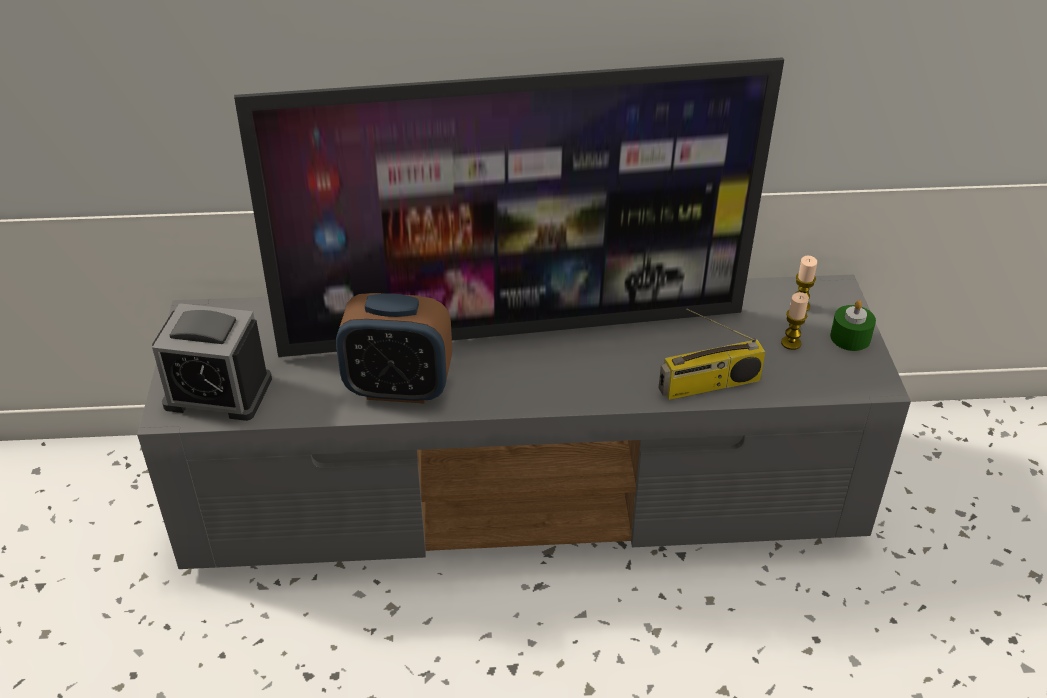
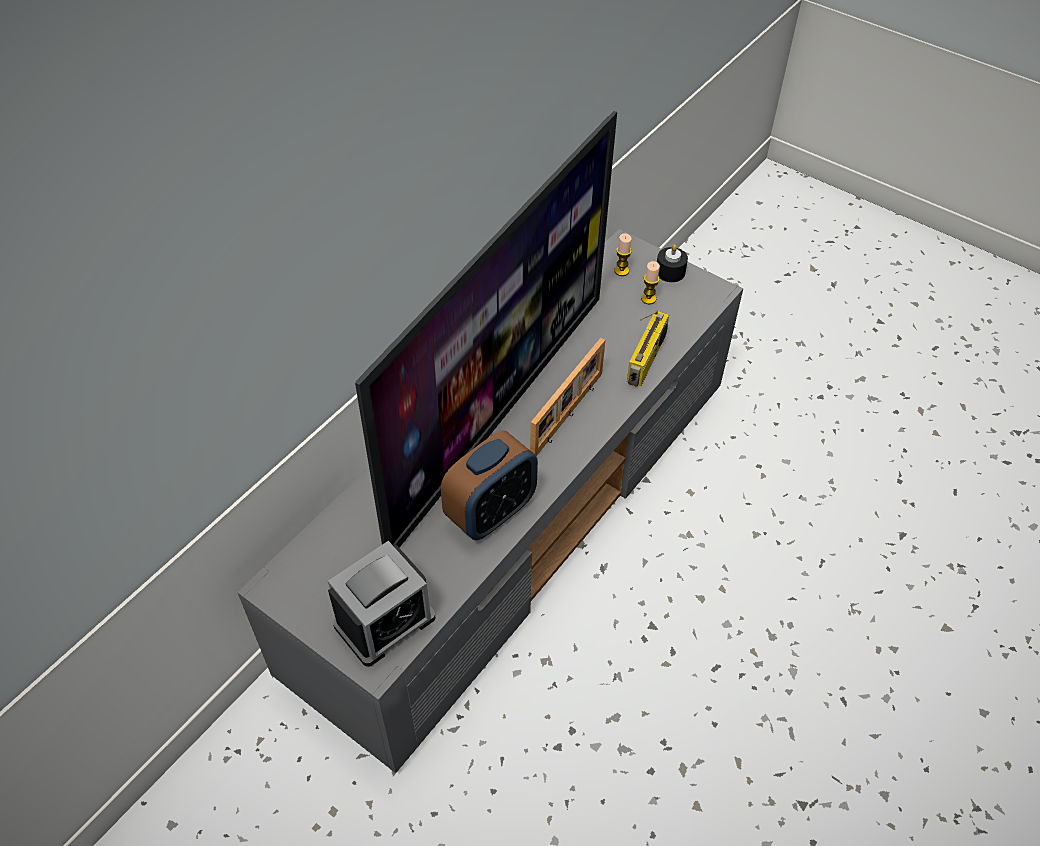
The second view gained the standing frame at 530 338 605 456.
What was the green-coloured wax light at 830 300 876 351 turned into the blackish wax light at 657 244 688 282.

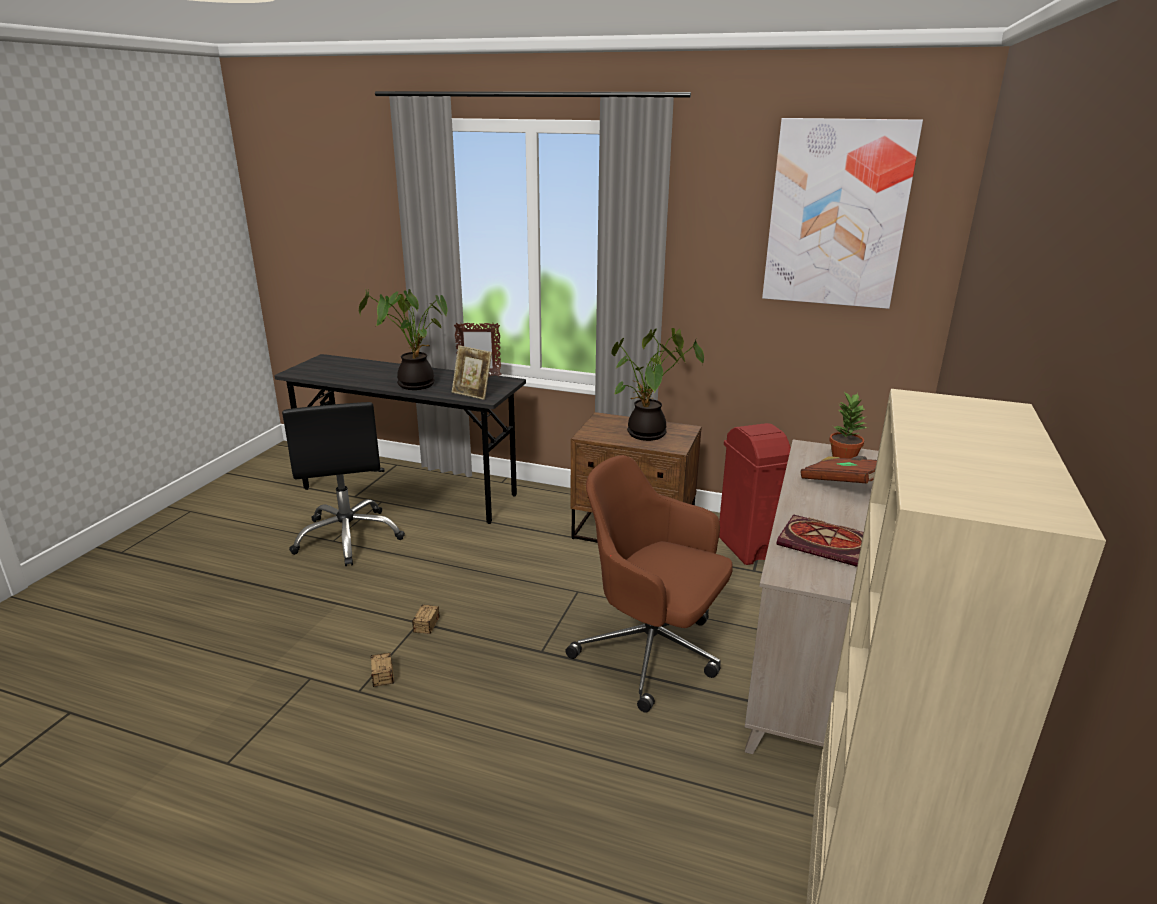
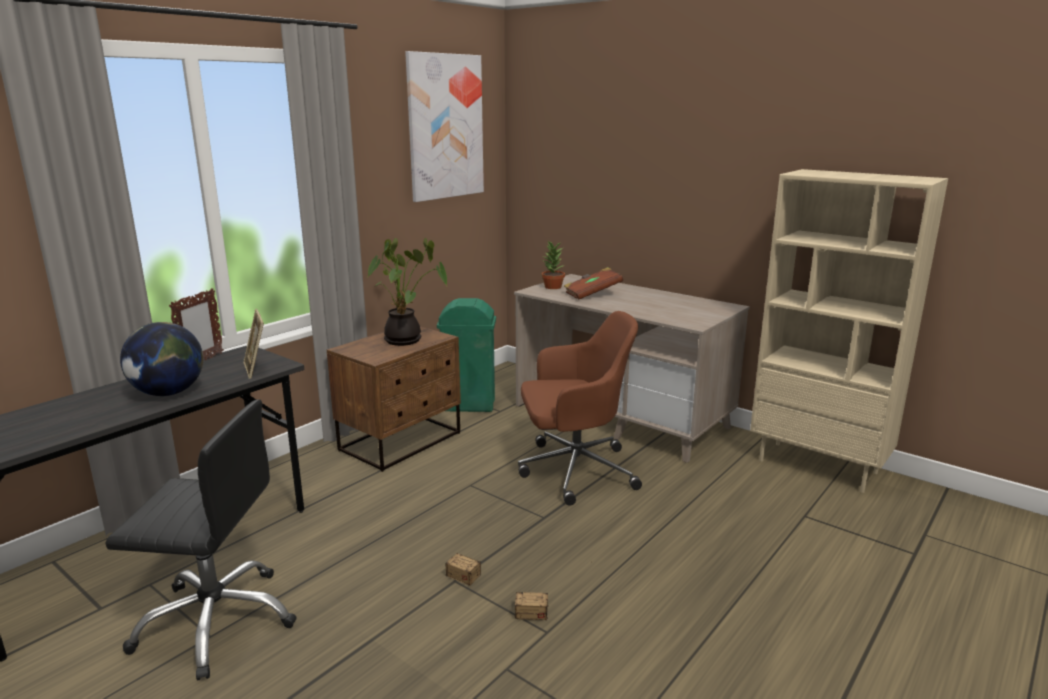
The second view lost the bound book at 776 514 864 567.
Where the houseplant stood at 359 289 448 390, the globe came to stand at 120 322 203 396.
What was the red-coloured waste bin at 719 423 791 565 turned into the green-coloured waste bin at 437 298 496 412.
The standing frame at 452 345 492 400 ended up facing another way, 105 degrees clockwise from before.
The brown computer chair at 566 455 733 713 ended up facing another way, 150 degrees counterclockwise from before.

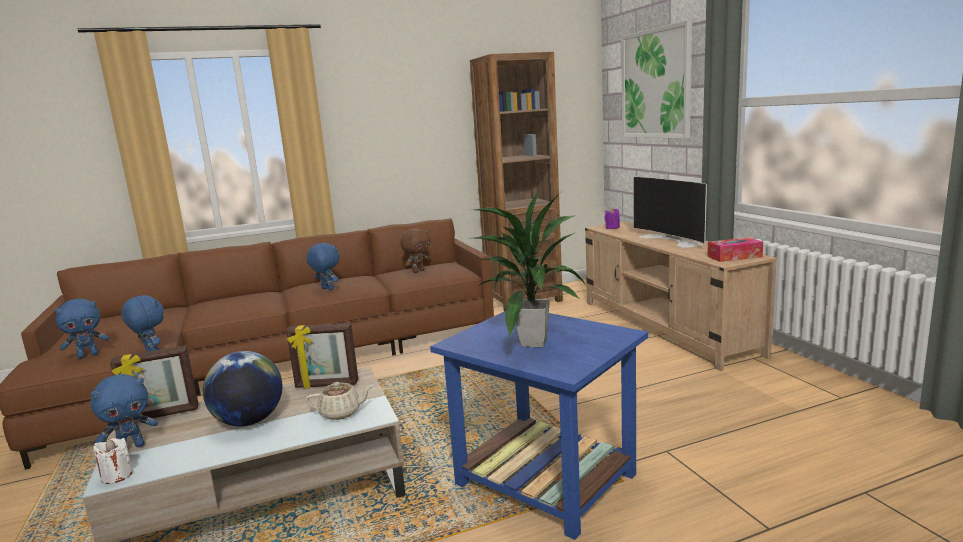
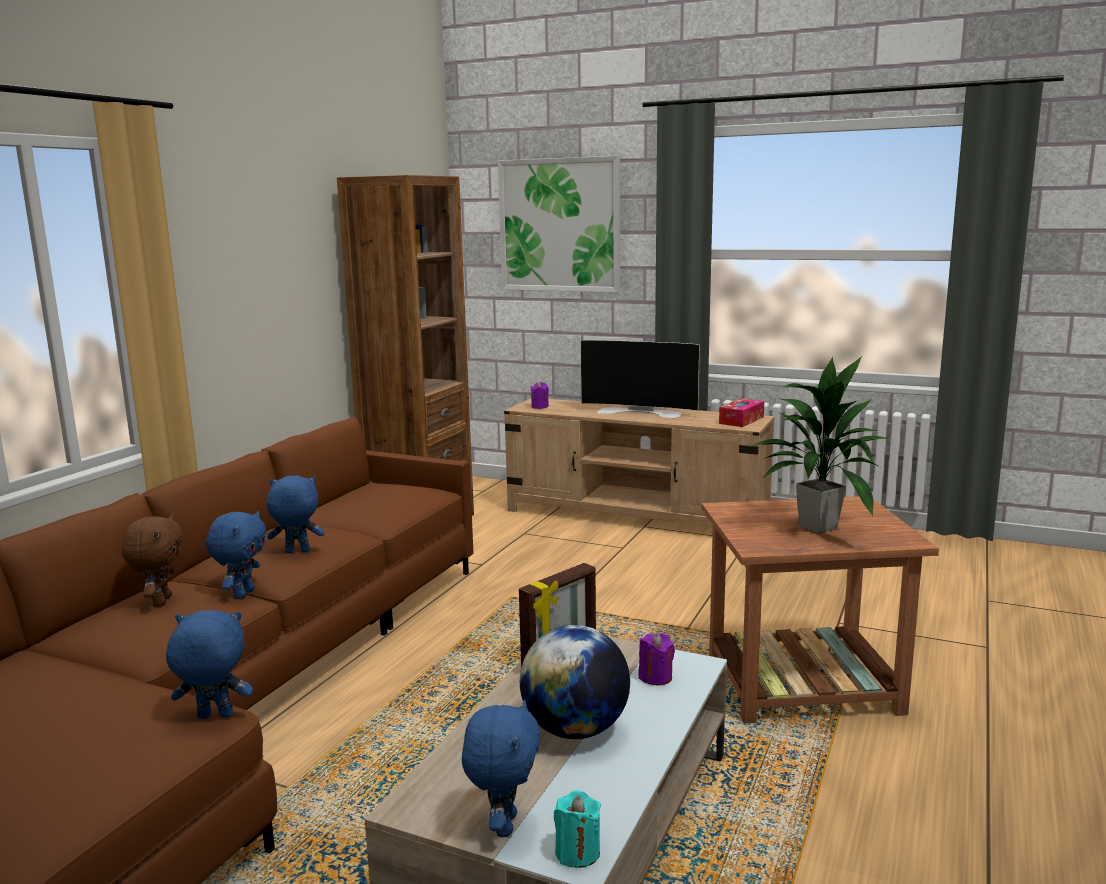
The second view lost the standing frame at 110 345 199 418.
The bluish plush toy ended up elsewhere, having gone from 54 298 109 359 to 206 511 267 599.
The brown plush toy ended up elsewhere, having gone from 400 229 430 273 to 122 514 183 607.
Where the beige teapot stood at 306 382 374 420, the purple-coloured wax light came to stand at 638 633 675 685.
What was the white wax light at 94 438 133 484 turned into the turquoise wax light at 554 790 601 868.
What was the bluish end table at 430 311 648 540 turned into the brown end table at 702 496 939 724.

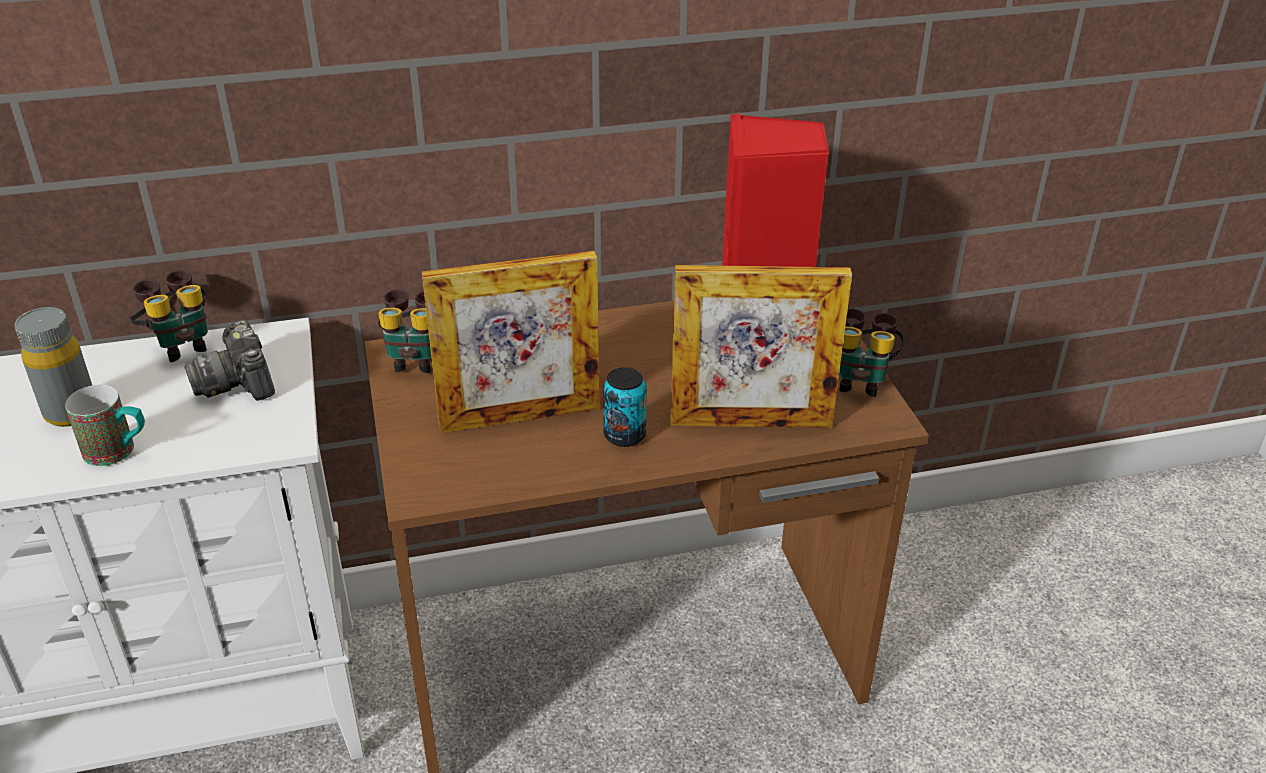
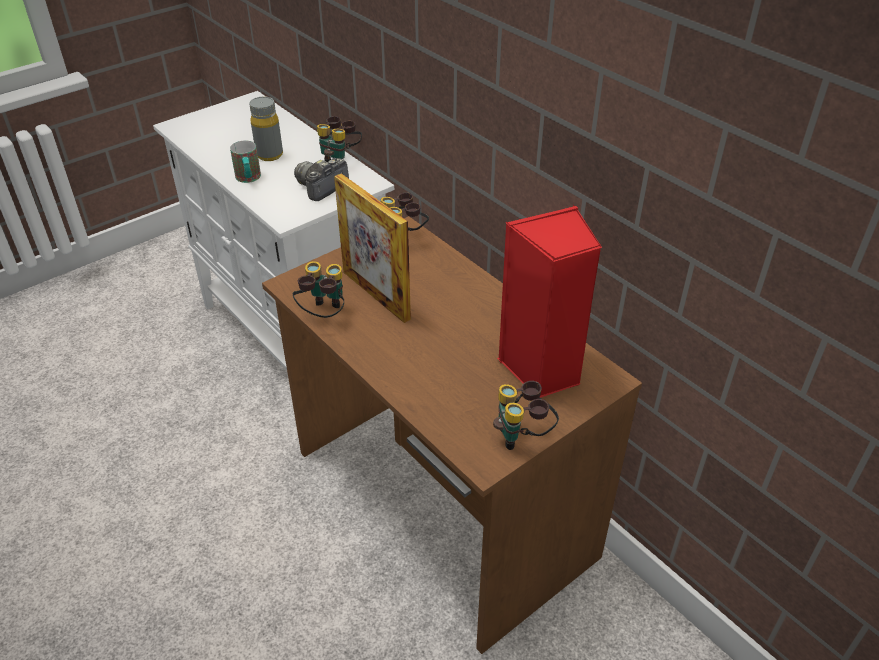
The second view lost the can at 603 367 647 447.
The second view lost the standing frame at 670 265 852 428.
The second view gained the pair of binoculars at 293 261 344 318.

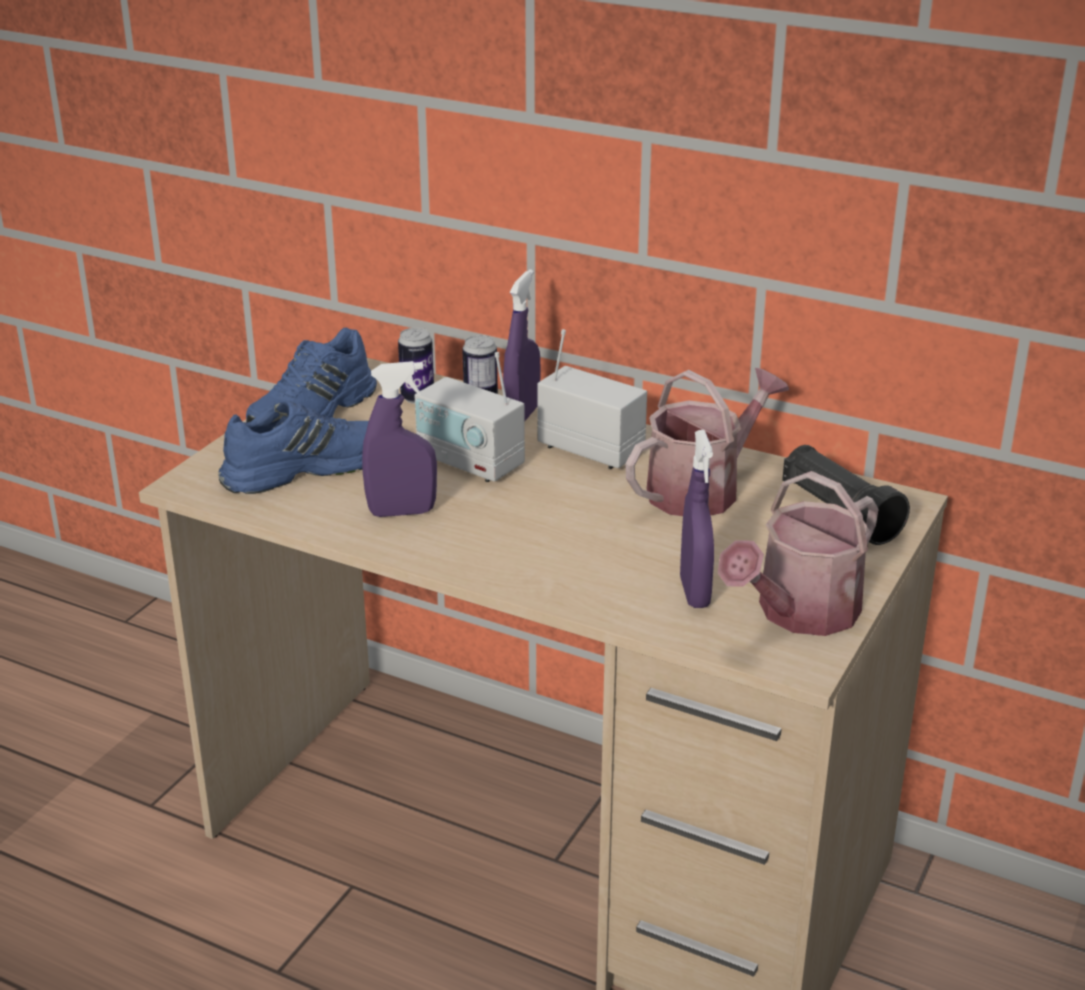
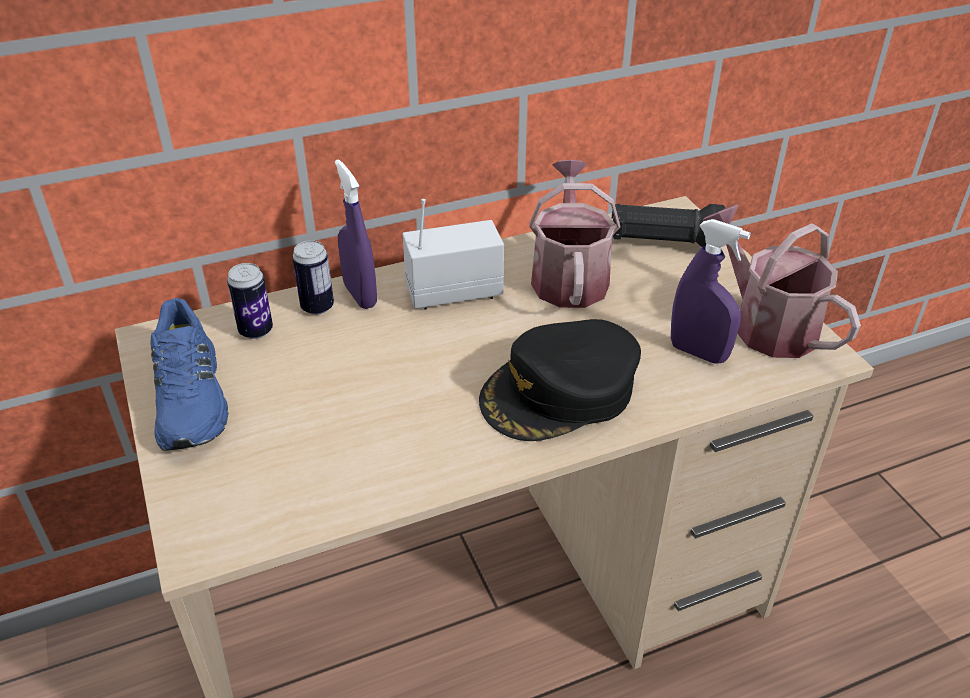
The second view lost the bluish item of footwear at 218 400 369 494.
The second view lost the purple-coloured sprayer at 362 361 437 517.
The second view lost the radio receiver at 415 352 525 482.
The second view gained the blackish cap at 479 319 641 441.
The watering pot at 718 471 879 636 ended up facing another way, 150 degrees clockwise from before.

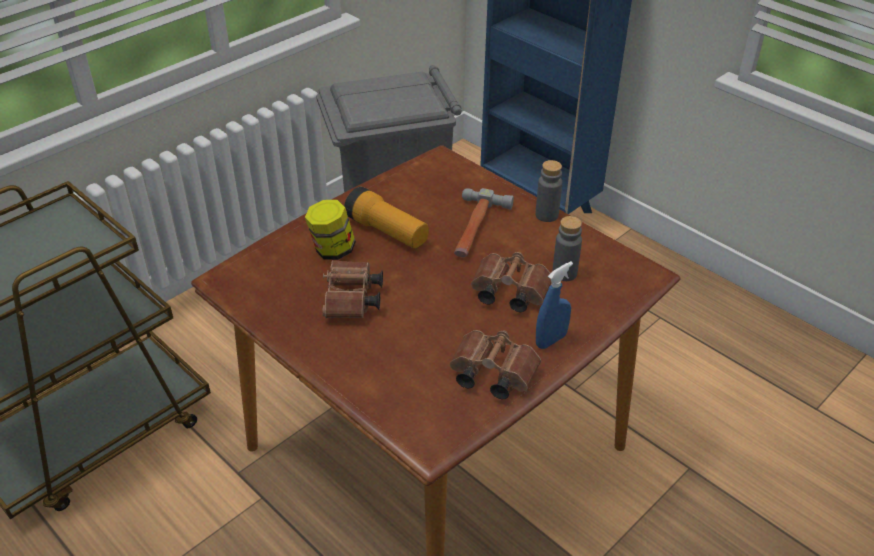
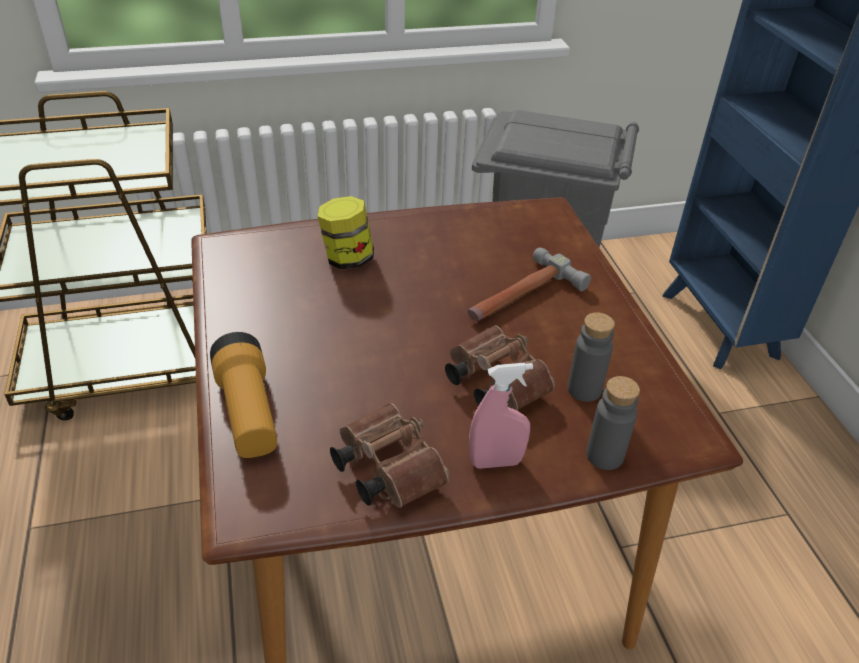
The second view lost the brown pair of binoculars at 322 260 383 318.
The hand torch ended up elsewhere, having gone from 344 187 429 249 to 210 332 277 458.
The gray beverage bottle ended up elsewhere, having gone from 535 160 562 222 to 586 376 640 470.
What was the bluish sprayer at 536 261 573 349 turned into the pink sprayer at 469 363 533 469.

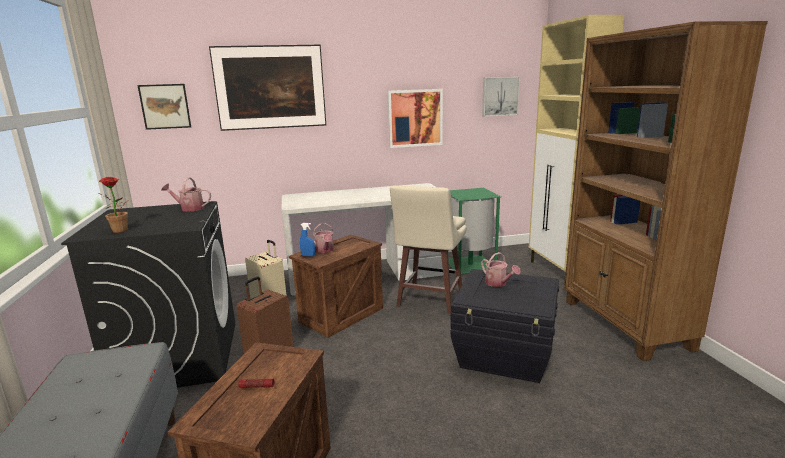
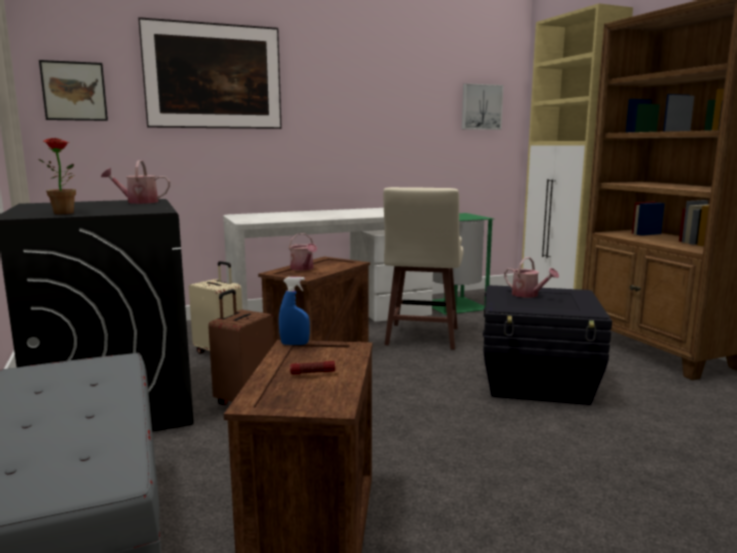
The second view lost the wall art at 388 89 443 148.
The bluish sprayer ended up elsewhere, having gone from 300 223 315 256 to 279 277 310 345.

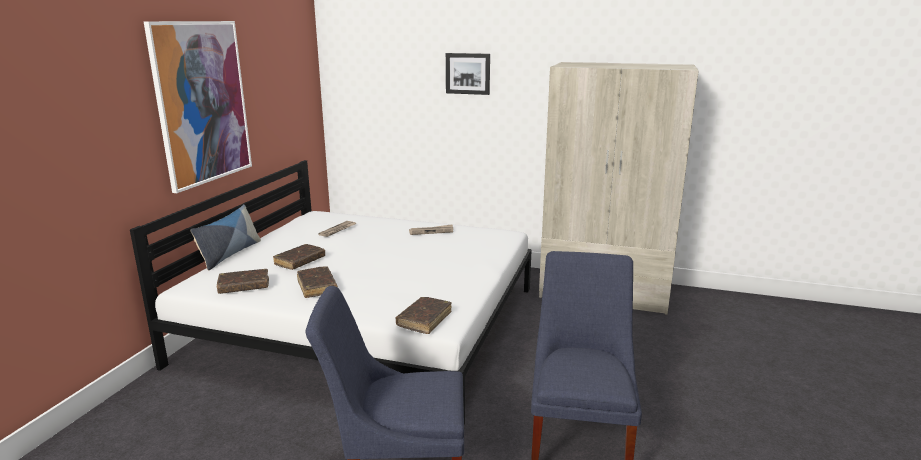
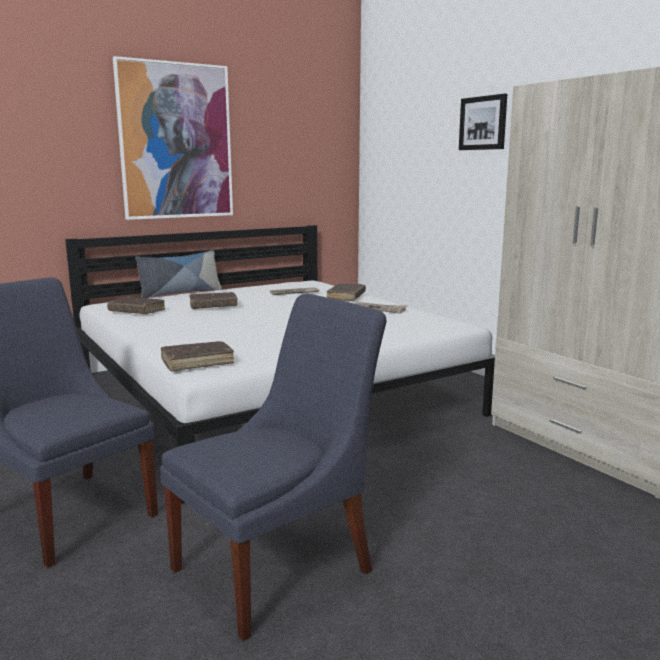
The brown bound book ended up elsewhere, having gone from 297 266 338 298 to 327 283 366 301.

